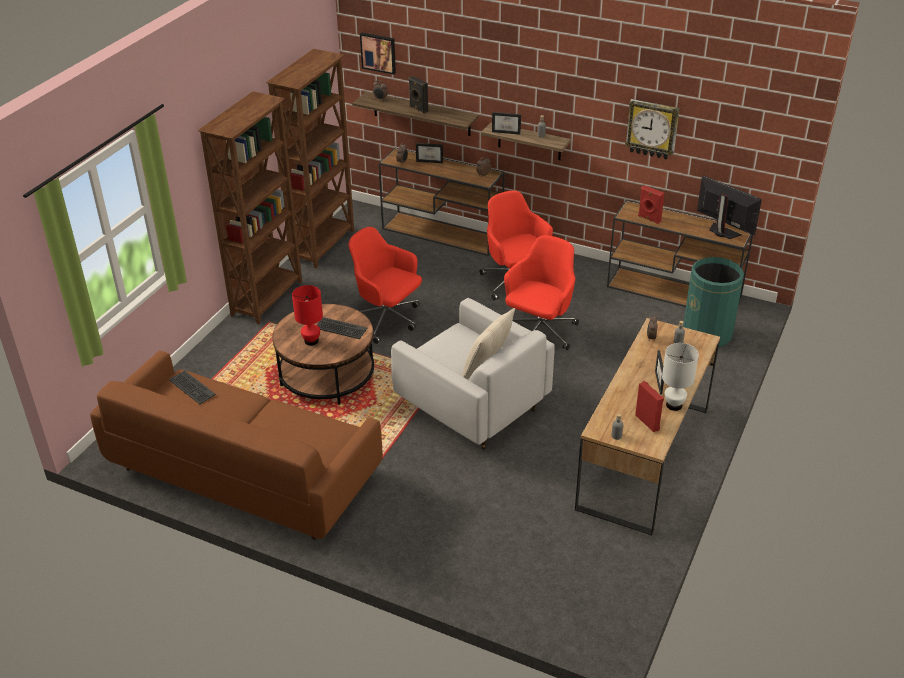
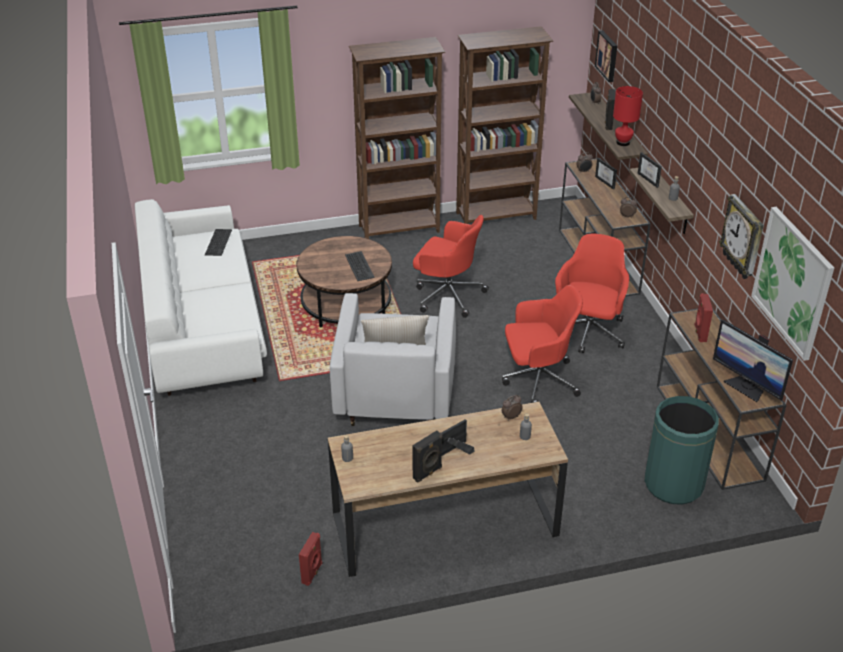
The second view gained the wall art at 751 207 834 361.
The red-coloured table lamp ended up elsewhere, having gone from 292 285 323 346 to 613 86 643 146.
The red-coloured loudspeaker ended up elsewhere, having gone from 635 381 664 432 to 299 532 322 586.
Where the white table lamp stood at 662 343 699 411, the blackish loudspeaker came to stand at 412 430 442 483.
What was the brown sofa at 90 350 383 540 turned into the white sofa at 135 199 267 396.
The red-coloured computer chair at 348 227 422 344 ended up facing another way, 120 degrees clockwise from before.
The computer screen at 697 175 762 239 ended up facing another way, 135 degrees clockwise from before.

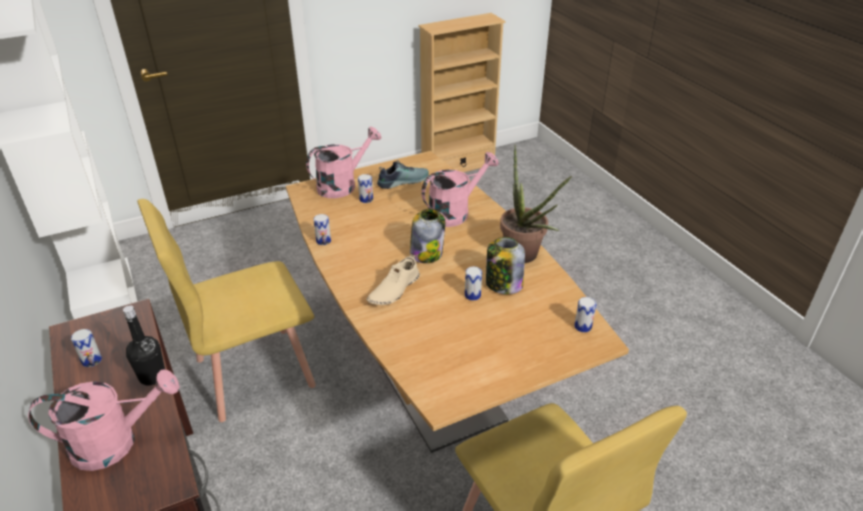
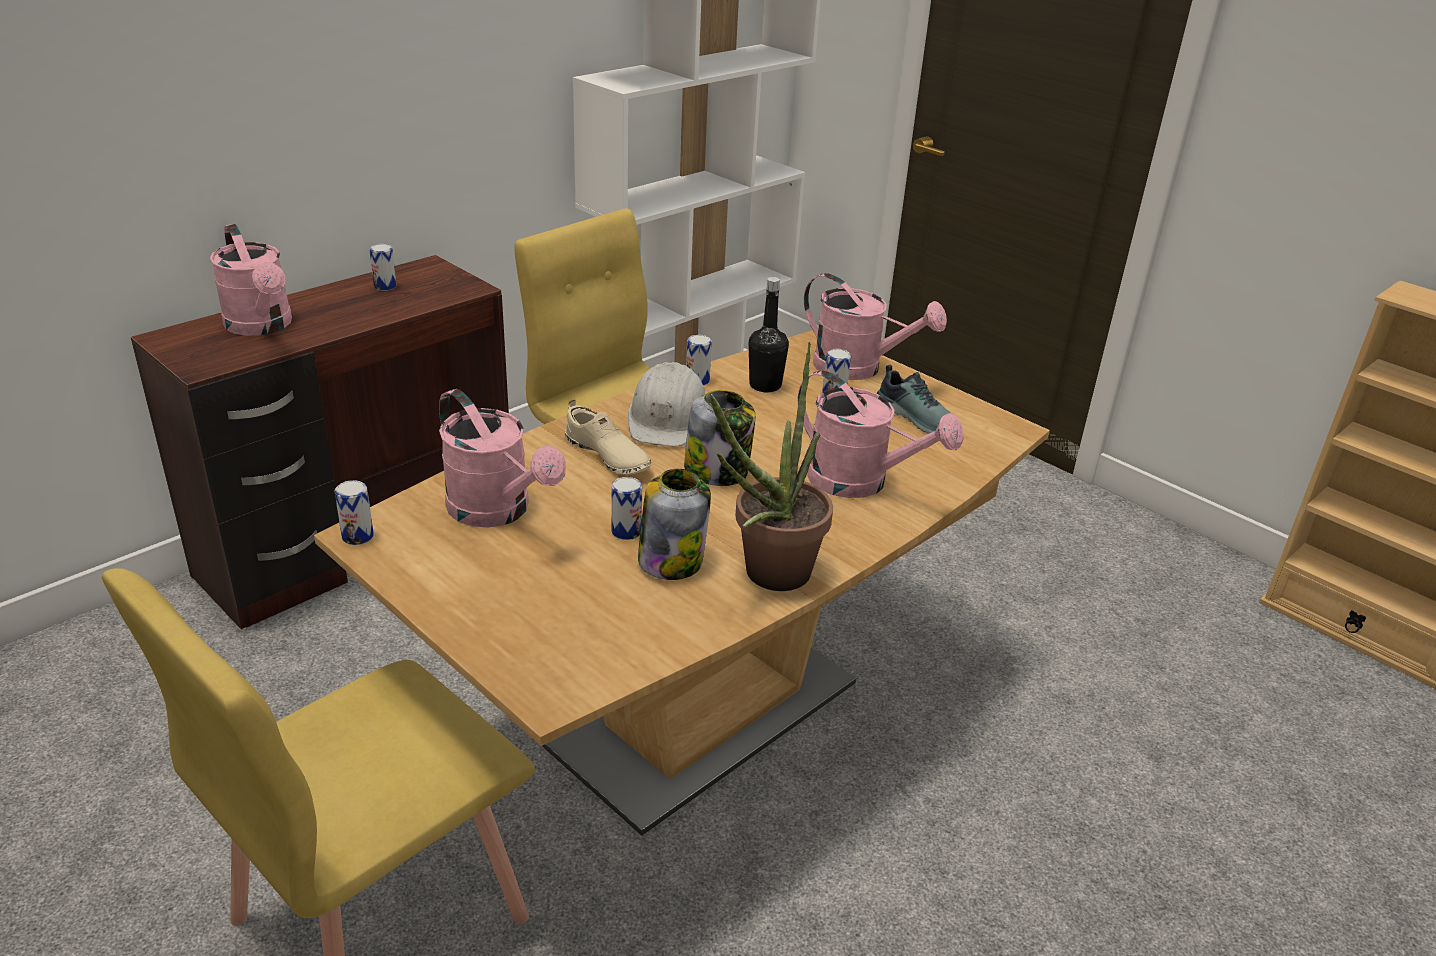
The second view gained the pink watering pot at 439 389 566 528.
The second view gained the white hard hat at 628 362 705 447.
The blackish beverage bottle ended up elsewhere, having gone from 123 306 165 385 to 749 277 789 392.
The can ended up elsewhere, having gone from 574 297 597 332 to 334 480 374 545.
The beige item of footwear at 366 254 420 305 ended up facing another way, 150 degrees counterclockwise from before.

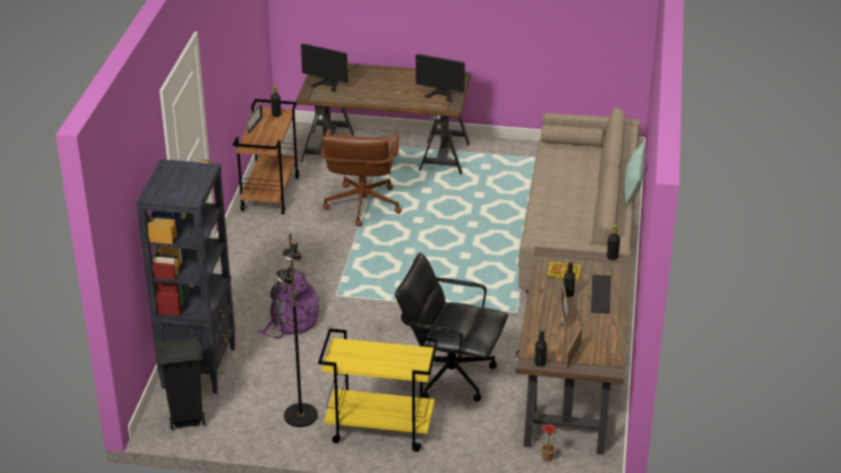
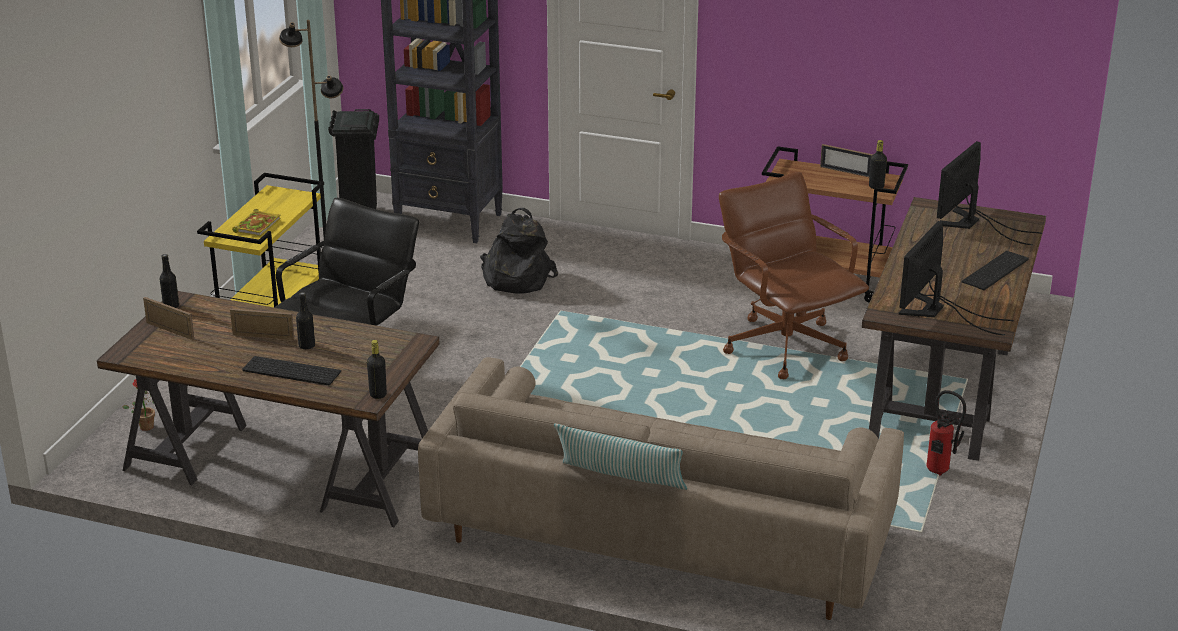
The second view gained the fire extinguisher at 926 390 966 476.
The second view gained the PC keyboard at 962 251 1029 290.
The bound book ended up elsewhere, having gone from 547 262 581 281 to 232 209 281 236.
What was the purple-coloured knapsack at 258 269 319 339 turned into the blackish knapsack at 480 208 558 293.
The brown computer chair at 321 129 402 227 ended up facing another way, 45 degrees clockwise from before.

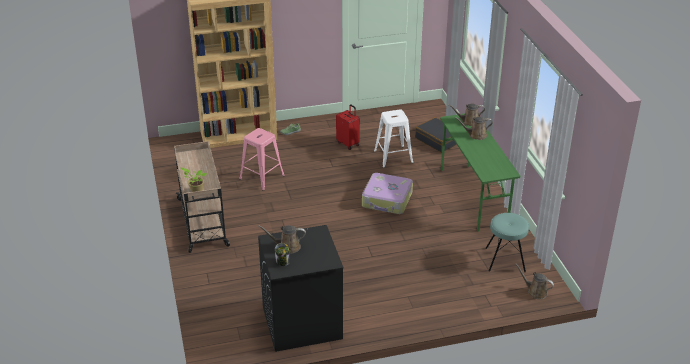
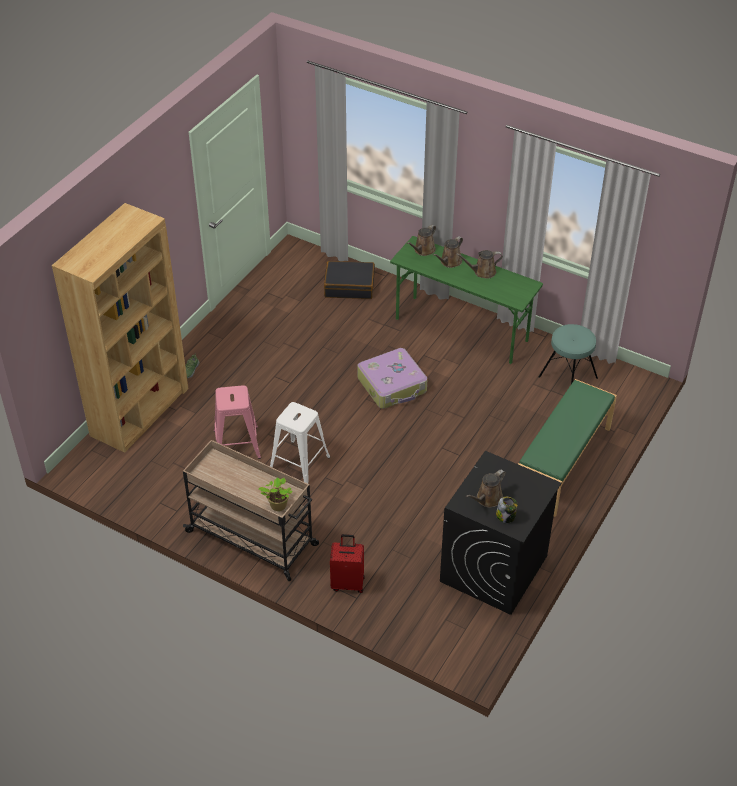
The second view gained the green-coloured long seat at 518 379 617 517.
The red-coloured suitcase ended up elsewhere, having gone from 336 104 360 150 to 330 534 365 593.
The white stool ended up elsewhere, having gone from 374 110 413 168 to 270 402 330 484.
The brown watering pot ended up elsewhere, having gone from 515 263 554 299 to 456 250 503 279.

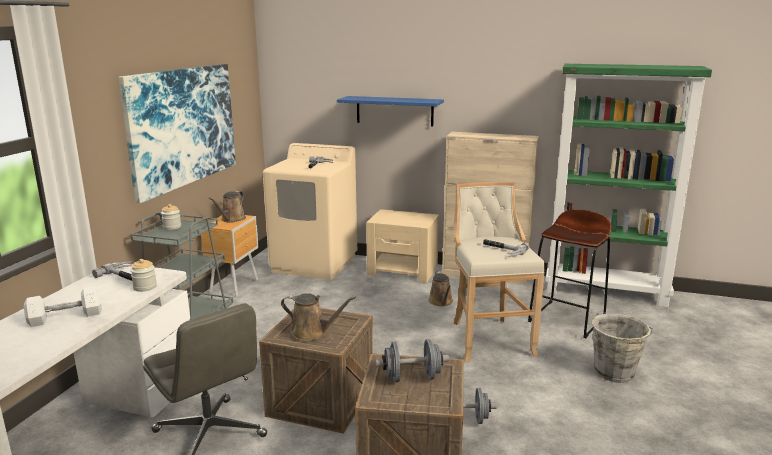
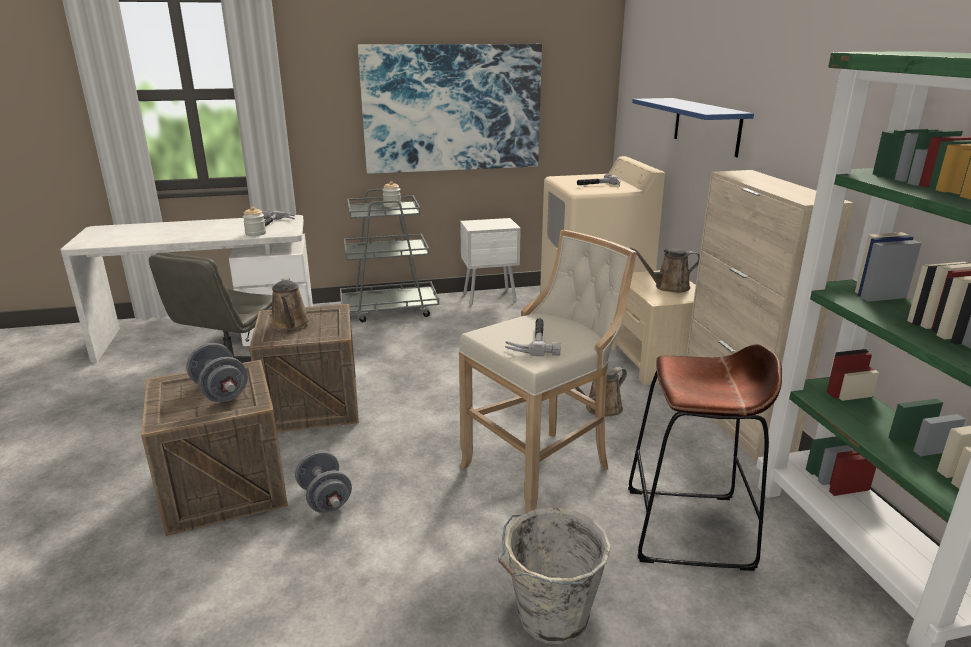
The second view lost the white dumbbell at 24 286 102 327.
The brown watering pot ended up elsewhere, having gone from 209 191 246 223 to 630 247 700 292.
What was the brown night table at 201 215 259 297 turned into the white night table at 460 218 521 306.

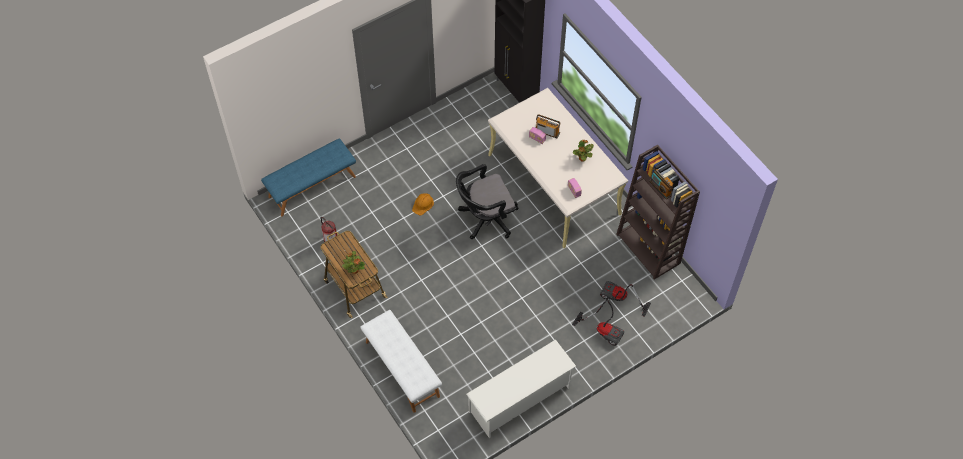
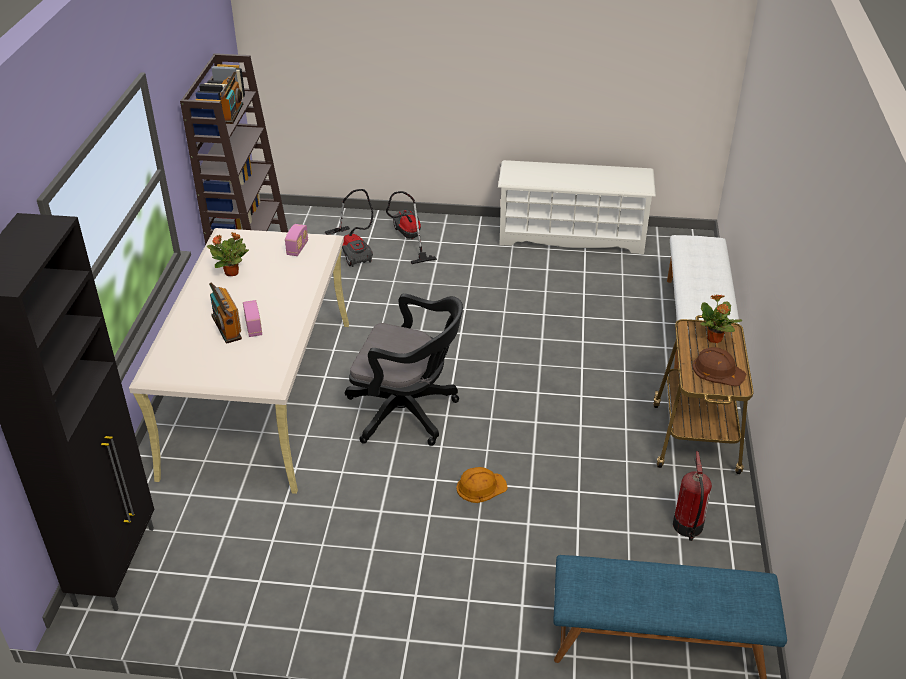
The second view gained the brown hard hat at 692 347 746 386.

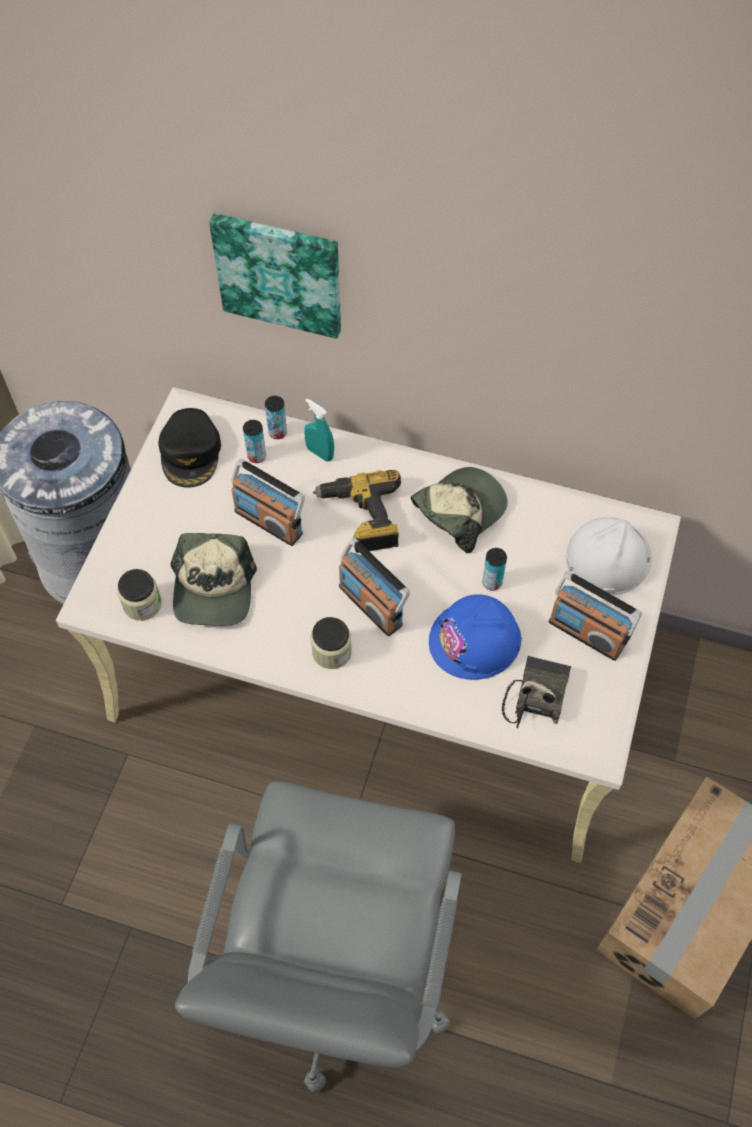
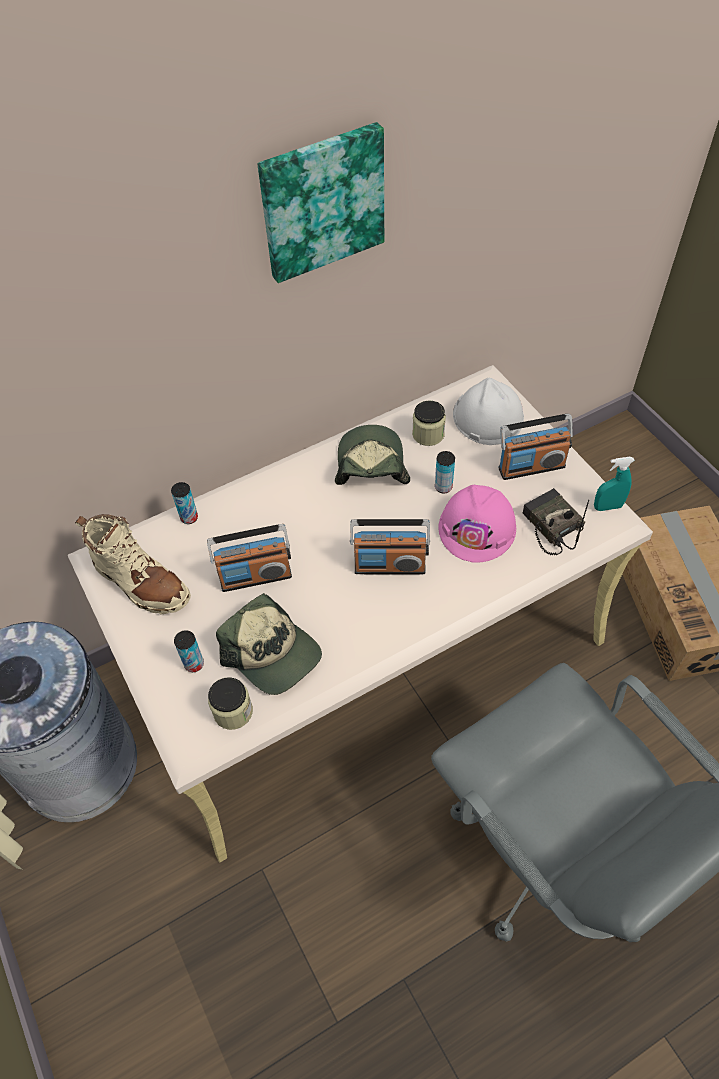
The second view lost the drill at 313 470 401 553.
The wall art ended up elsewhere, having gone from 209 213 341 339 to 258 122 384 283.
The can ended up elsewhere, having gone from 243 420 266 463 to 174 630 204 672.
The turquoise sprayer ended up elsewhere, having gone from 304 398 334 462 to 594 457 635 511.
The jar ended up elsewhere, having gone from 311 617 352 669 to 412 401 446 446.
Where the blackish cap stood at 158 408 221 488, the beige high-top boot came to stand at 75 514 191 614.
What was the bluish hard hat at 429 594 522 680 turned into the pink hard hat at 438 485 517 563.

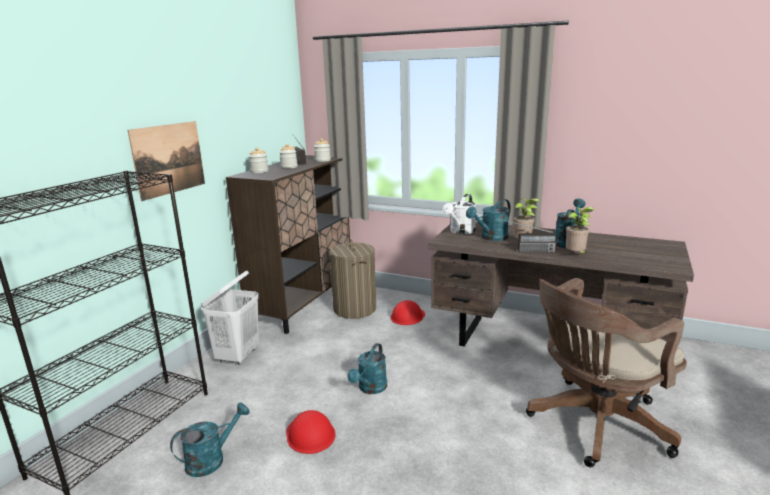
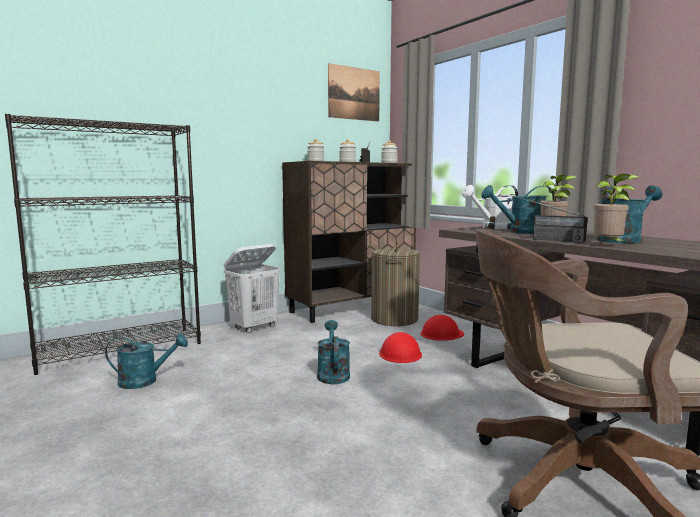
The wall art ended up elsewhere, having gone from 128 121 205 201 to 328 63 380 122.
The red-coloured hard hat ended up elsewhere, having gone from 286 410 335 454 to 379 332 422 363.
The turquoise watering pot at 348 343 387 394 ended up facing another way, 120 degrees clockwise from before.

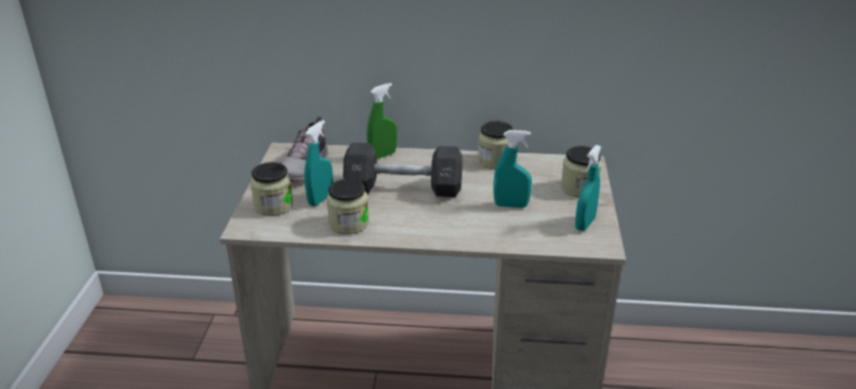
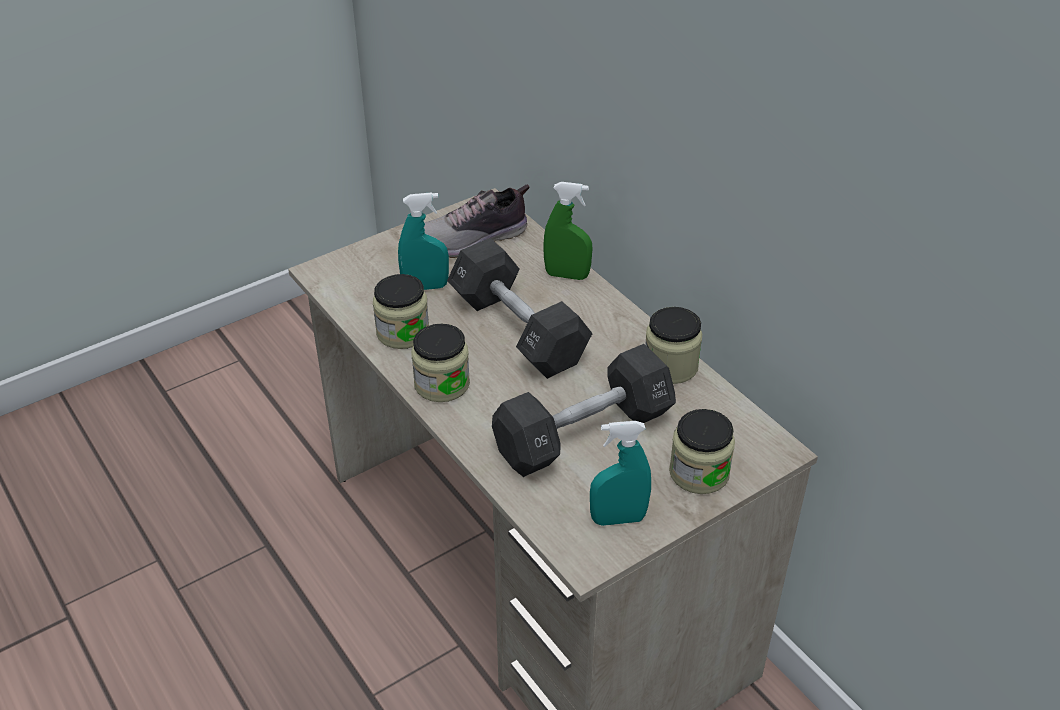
The jar ended up elsewhere, having gone from 250 162 293 216 to 411 324 470 402.
Where the turquoise sprayer stood at 493 130 532 208, the blackish dumbbell came to stand at 492 344 676 477.

